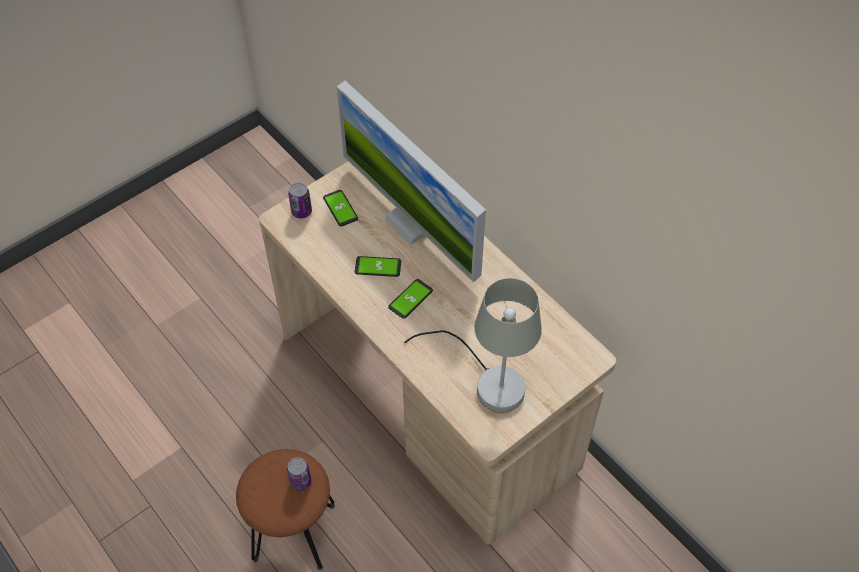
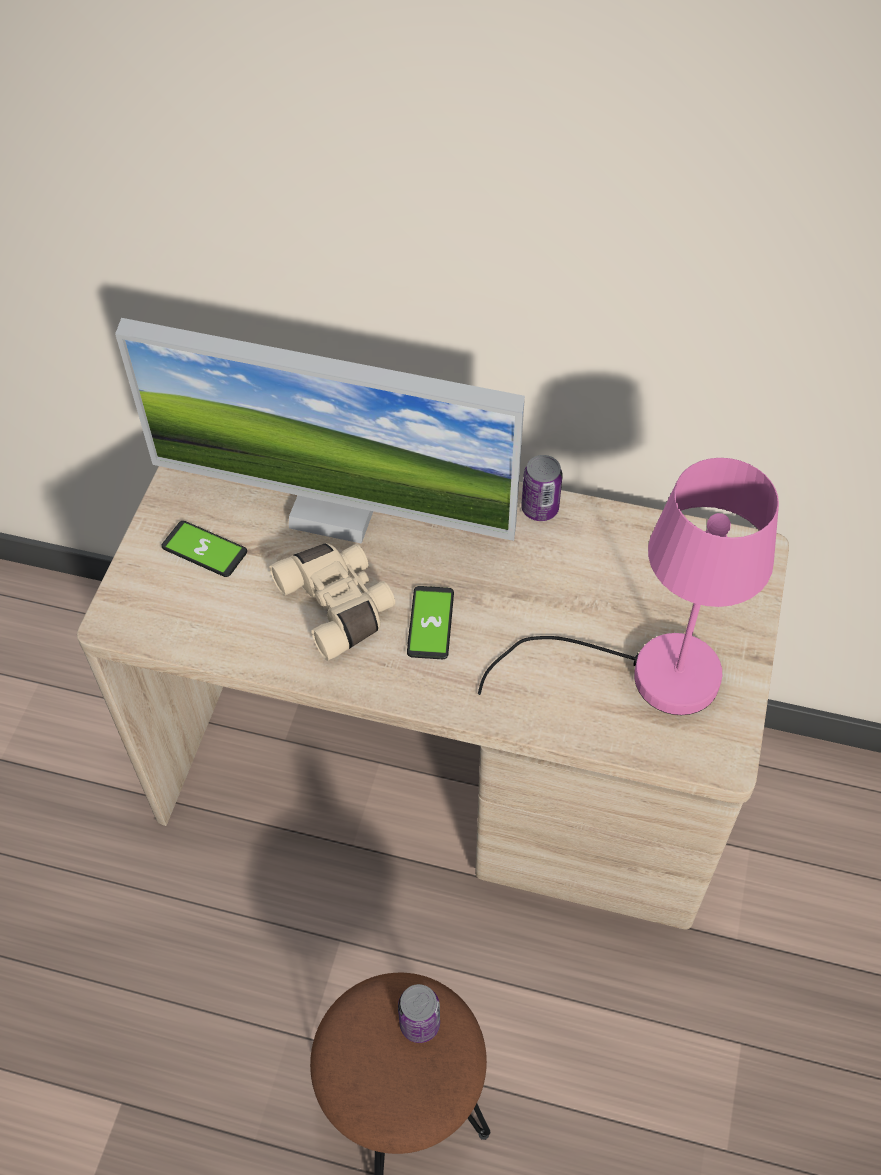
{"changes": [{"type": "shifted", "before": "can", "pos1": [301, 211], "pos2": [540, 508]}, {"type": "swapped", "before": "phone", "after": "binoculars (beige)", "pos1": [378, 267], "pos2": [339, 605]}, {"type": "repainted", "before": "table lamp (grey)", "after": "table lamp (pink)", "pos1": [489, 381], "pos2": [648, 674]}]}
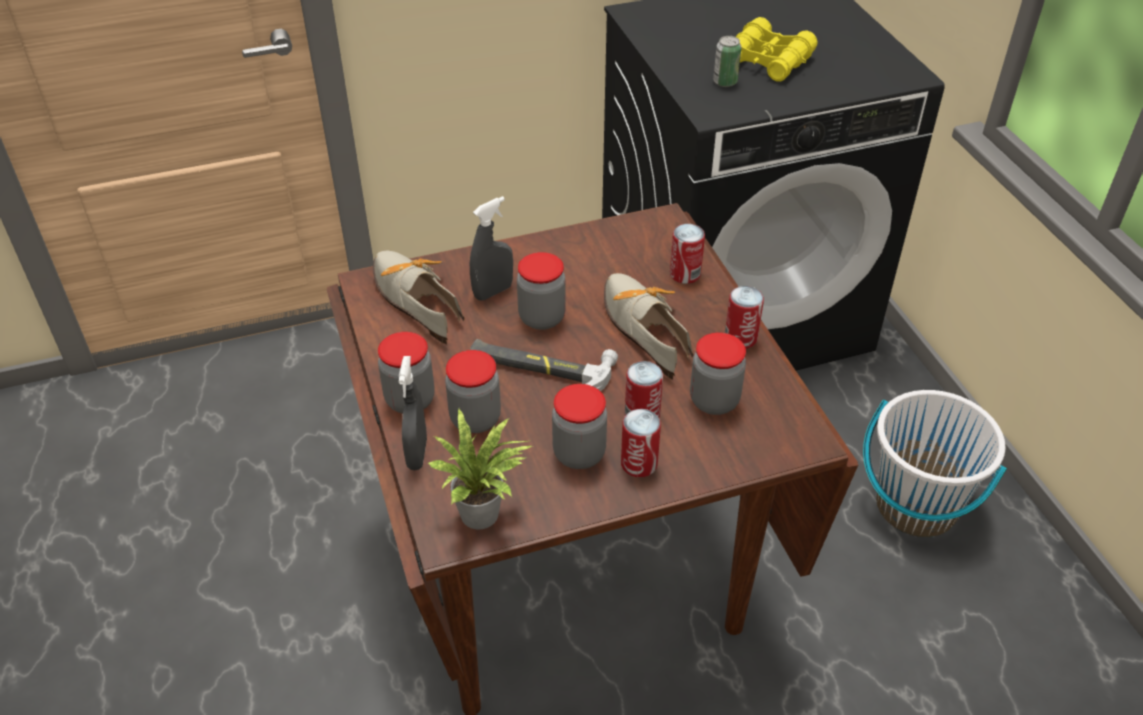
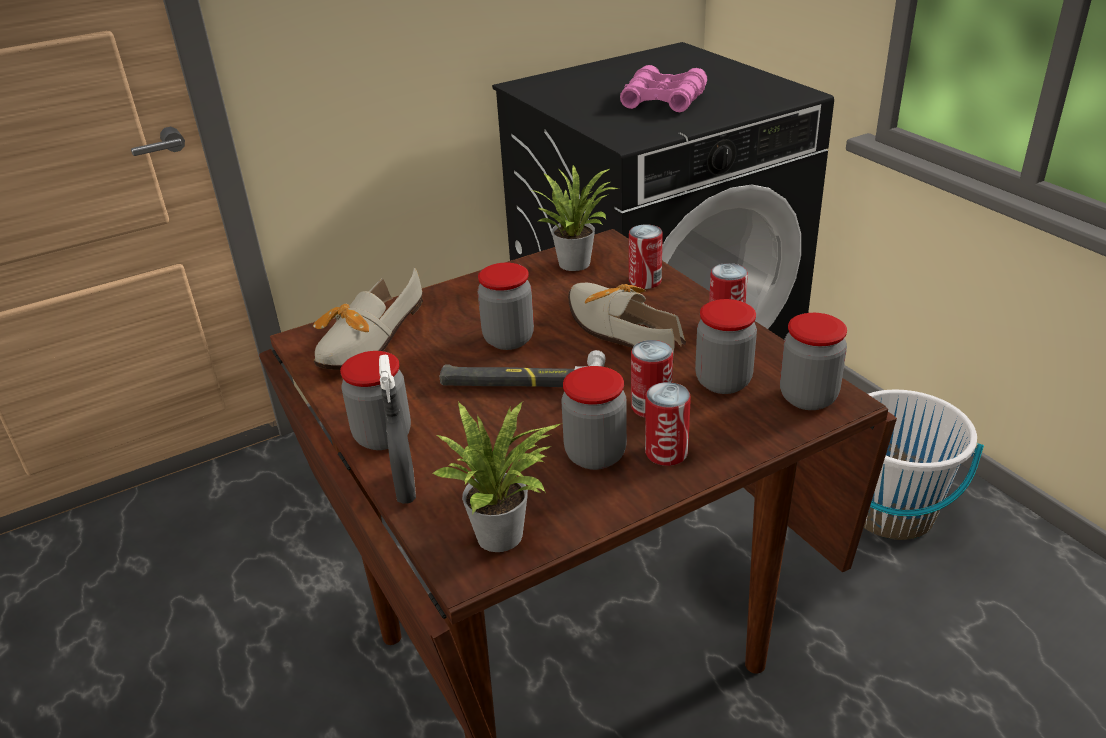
{"changes": [{"type": "rotated", "before": "shoe", "pos1": [415, 298], "pos2": [363, 344], "turn": -105}, {"type": "shifted", "before": "jar", "pos1": [475, 419], "pos2": [808, 397]}, {"type": "gone", "before": "spray bottle (grey)", "pos1": [493, 292]}, {"type": "gone", "before": "can", "pos1": [725, 82]}, {"type": "repainted", "before": "binoculars (yellow)", "after": "binoculars (pink)", "pos1": [767, 61], "pos2": [663, 100]}, {"type": "new", "after": "potted plant", "pos2": [576, 261]}]}
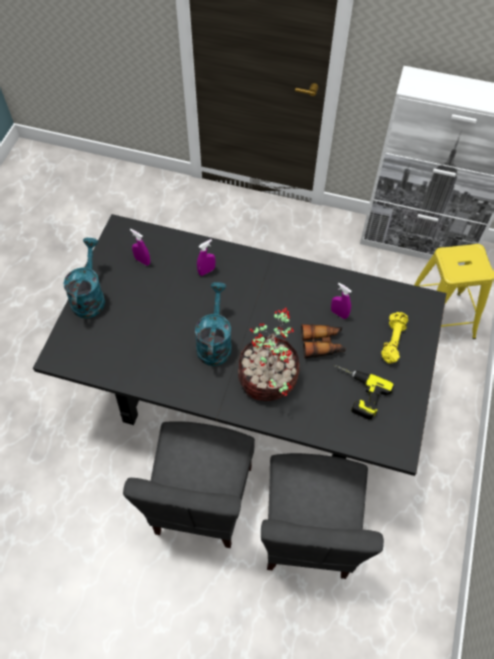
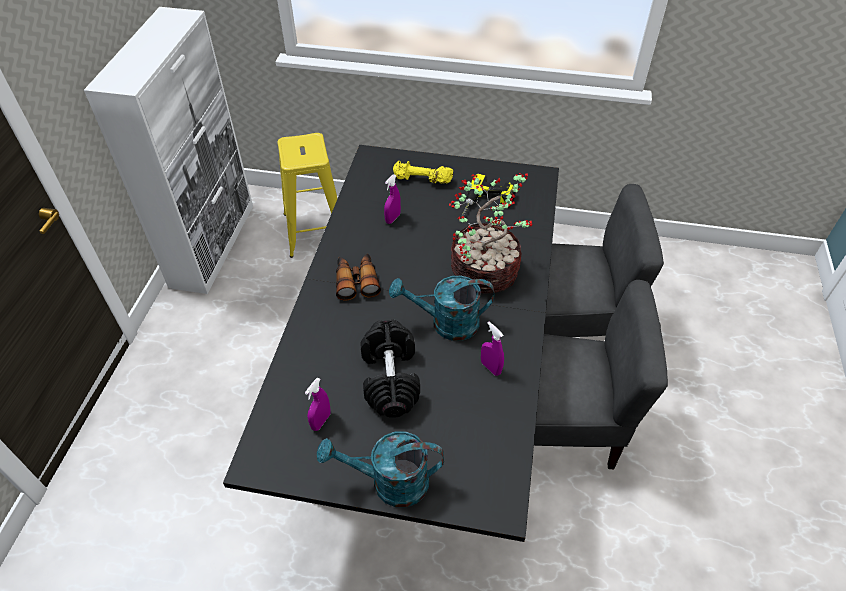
{"changes": [{"type": "shifted", "before": "spray bottle (purple)", "pos1": [206, 271], "pos2": [490, 367]}, {"type": "shifted", "before": "binoculars", "pos1": [322, 344], "pos2": [356, 281]}, {"type": "new", "after": "dumbbell (black)", "pos2": [390, 378]}]}
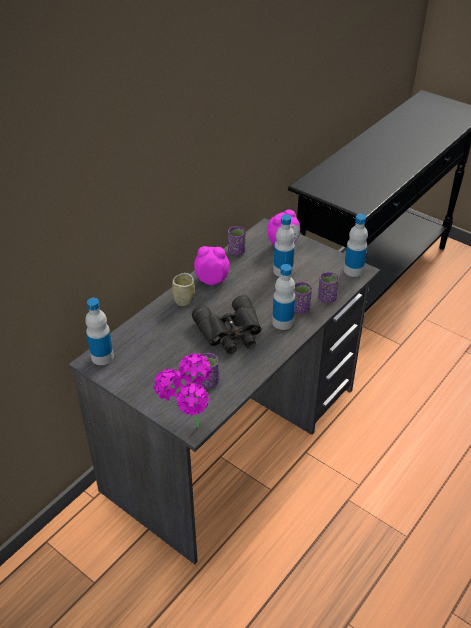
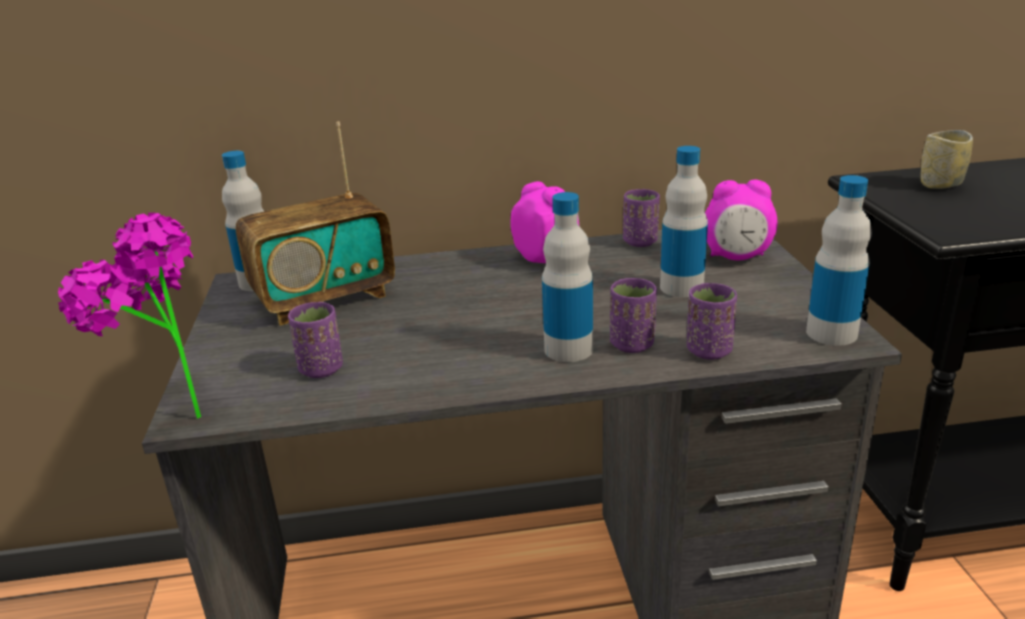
{"changes": [{"type": "shifted", "before": "cup", "pos1": [184, 300], "pos2": [940, 184]}, {"type": "gone", "before": "binoculars (black)", "pos1": [231, 332]}, {"type": "new", "after": "radio", "pos2": [324, 299]}]}
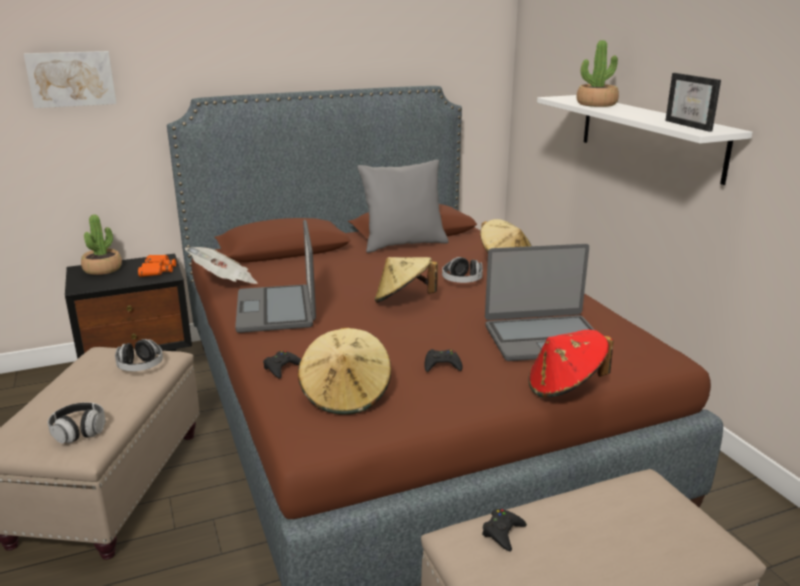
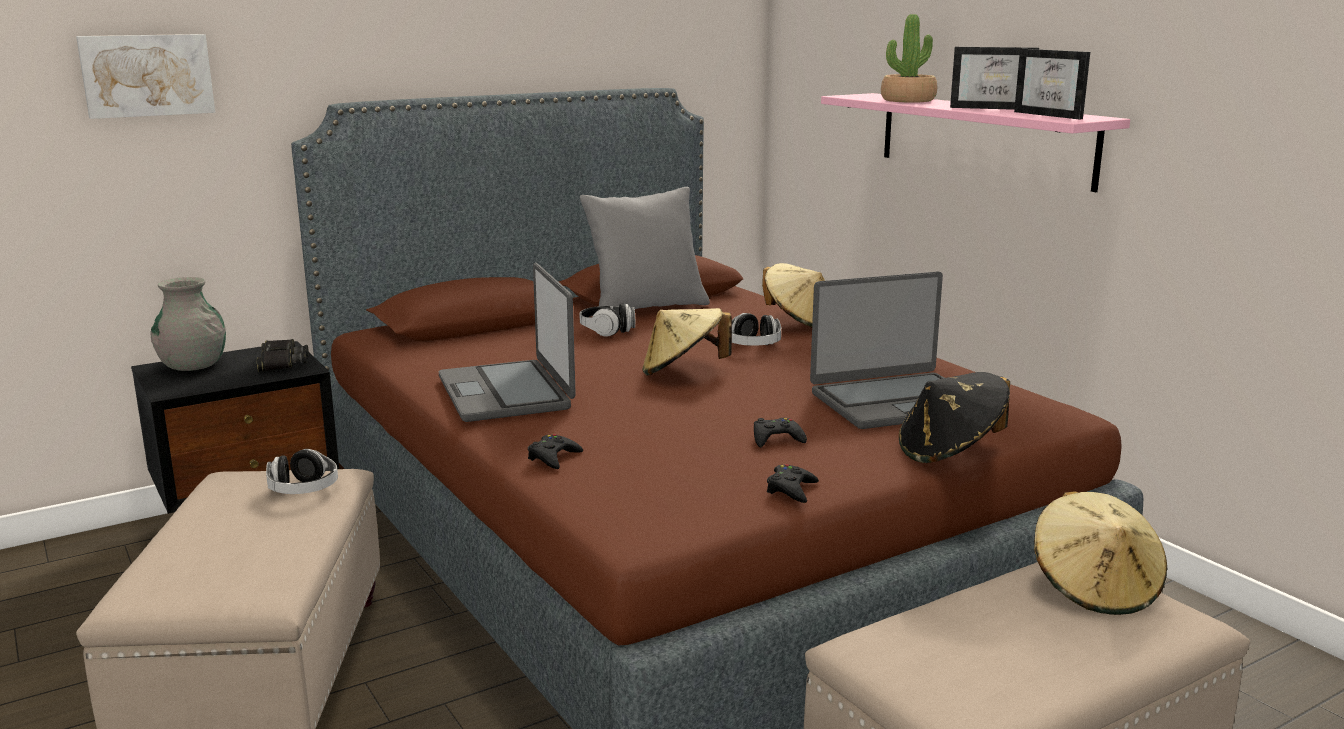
{"changes": [{"type": "shifted", "before": "headphones", "pos1": [79, 431], "pos2": [607, 331]}, {"type": "swapped", "before": "potted plant", "after": "vase (grey)", "pos1": [102, 269], "pos2": [193, 366]}, {"type": "repainted", "before": "binoculars (orange)", "after": "binoculars (black)", "pos1": [157, 270], "pos2": [281, 362]}, {"type": "gone", "before": "newspaper", "pos1": [224, 282]}, {"type": "shifted", "before": "hat (beige)", "pos1": [346, 395], "pos2": [1095, 588]}, {"type": "shifted", "before": "game controller (black)", "pos1": [502, 532], "pos2": [791, 489]}, {"type": "repainted", "before": "hat (red)", "after": "hat (black)", "pos1": [565, 387], "pos2": [950, 451]}, {"type": "repainted", "before": "shelf (white)", "after": "shelf (pink)", "pos1": [649, 135], "pos2": [983, 138]}, {"type": "new", "after": "picture frame", "pos2": [993, 108]}]}
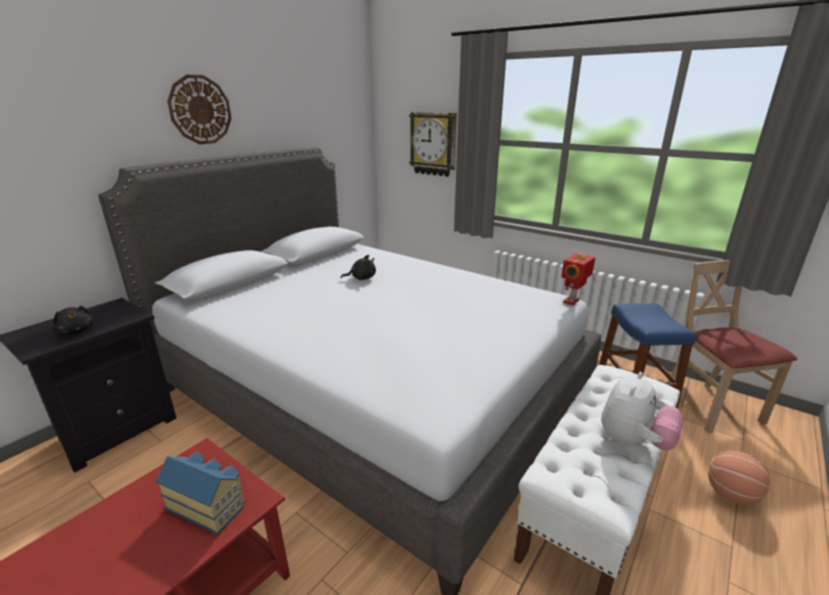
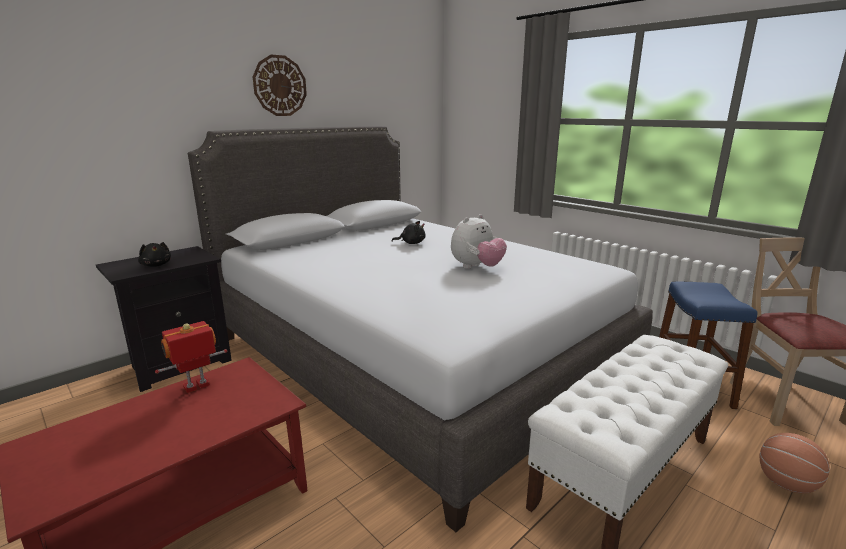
{"changes": [{"type": "gone", "before": "toy house", "pos1": [207, 504]}, {"type": "gone", "before": "wall clock", "pos1": [433, 144]}, {"type": "shifted", "before": "toy robot", "pos1": [572, 301], "pos2": [197, 386]}, {"type": "shifted", "before": "plush toy", "pos1": [633, 442], "pos2": [476, 267]}]}
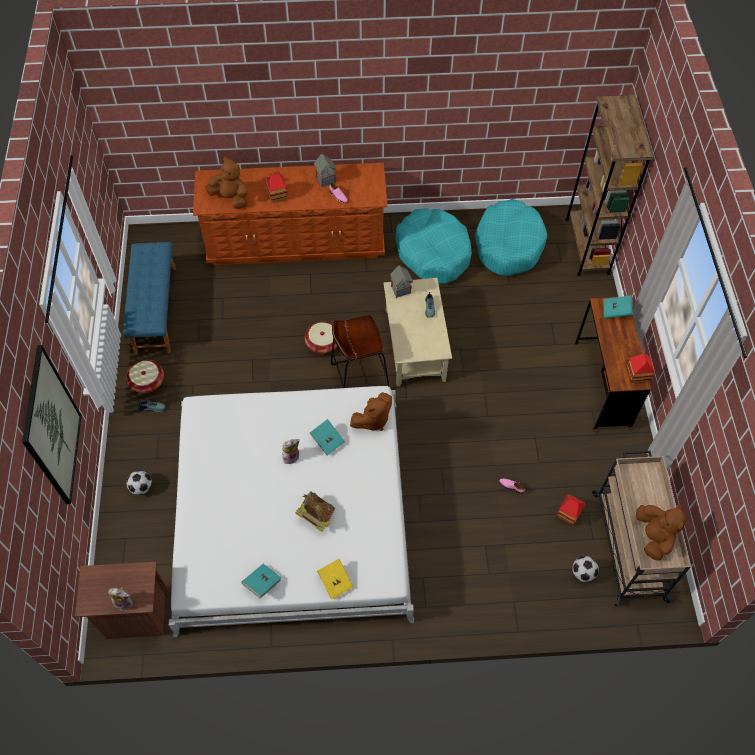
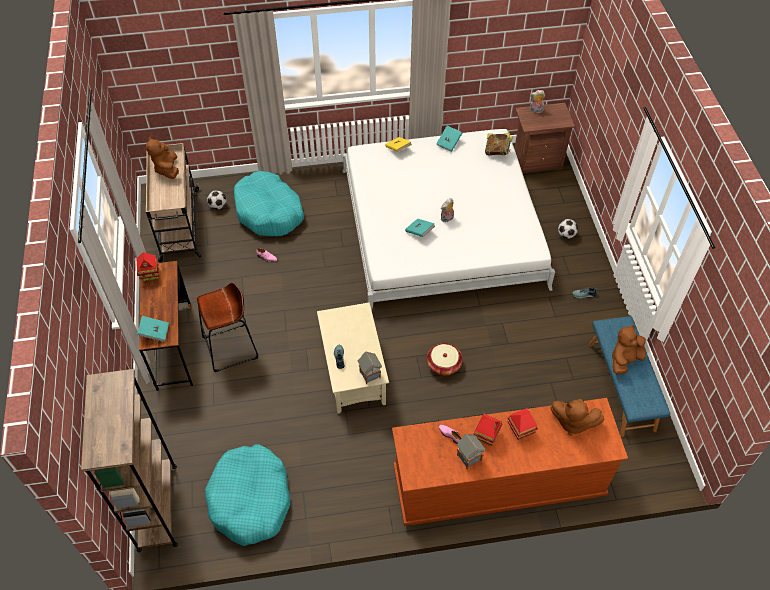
{"changes": [{"type": "gone", "before": "picture", "pos1": [52, 427]}, {"type": "gone", "before": "basket", "pos1": [147, 382]}, {"type": "shifted", "before": "book", "pos1": [316, 516], "pos2": [497, 152]}, {"type": "shifted", "before": "stool (brown)", "pos1": [359, 377], "pos2": [230, 347]}, {"type": "shifted", "before": "plush toy (brown)", "pos1": [373, 420], "pos2": [624, 360]}, {"type": "shifted", "before": "dog bed (turquoise)", "pos1": [433, 252], "pos2": [269, 212]}, {"type": "shifted", "before": "toy house", "pos1": [568, 514], "pos2": [486, 435]}]}
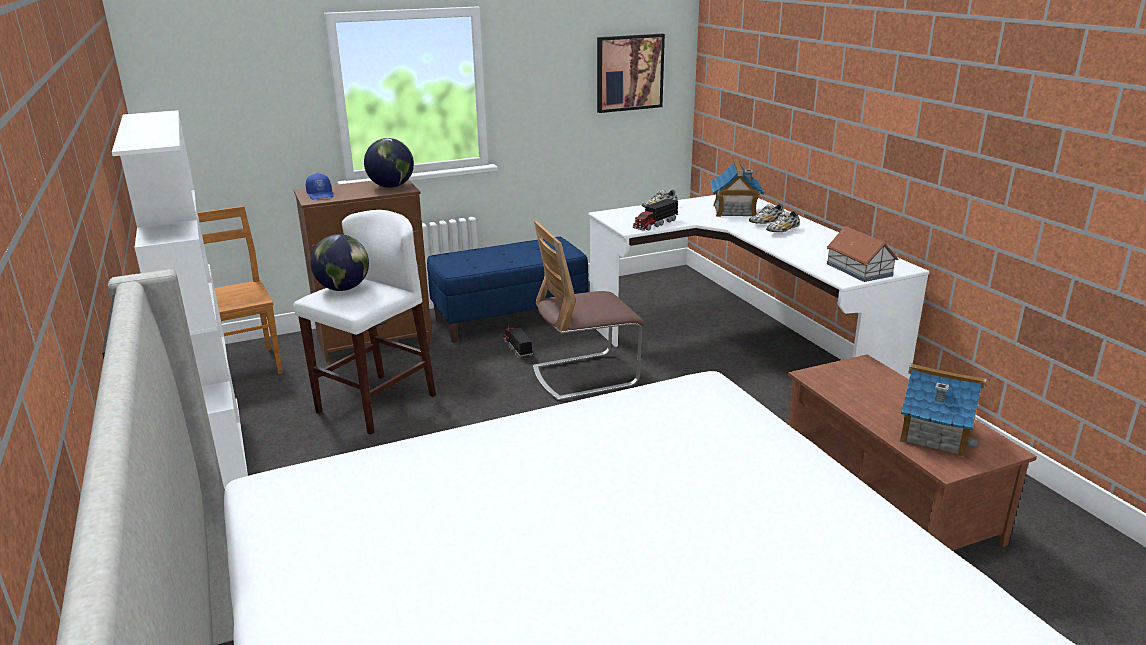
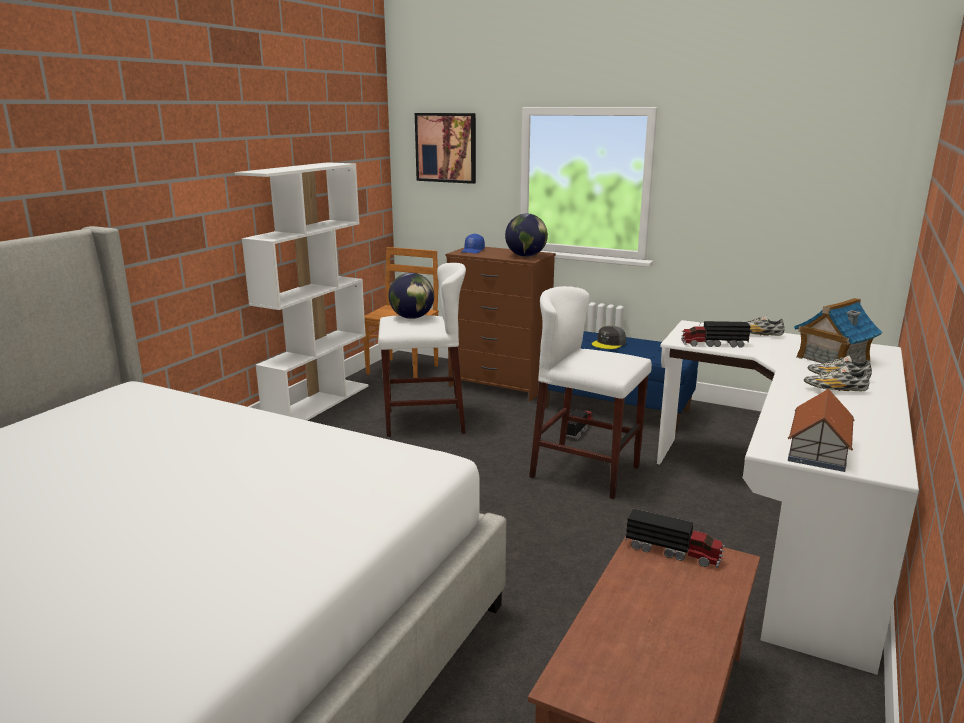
{"changes": [{"type": "swapped", "before": "chair", "after": "stool (white)", "pos1": [585, 376], "pos2": [585, 472]}, {"type": "shifted", "before": "picture", "pos1": [629, 72], "pos2": [446, 147]}, {"type": "gone", "before": "toy house", "pos1": [934, 434]}, {"type": "new", "after": "cap (grey)", "pos2": [609, 343]}, {"type": "new", "after": "toy truck", "pos2": [674, 552]}]}
